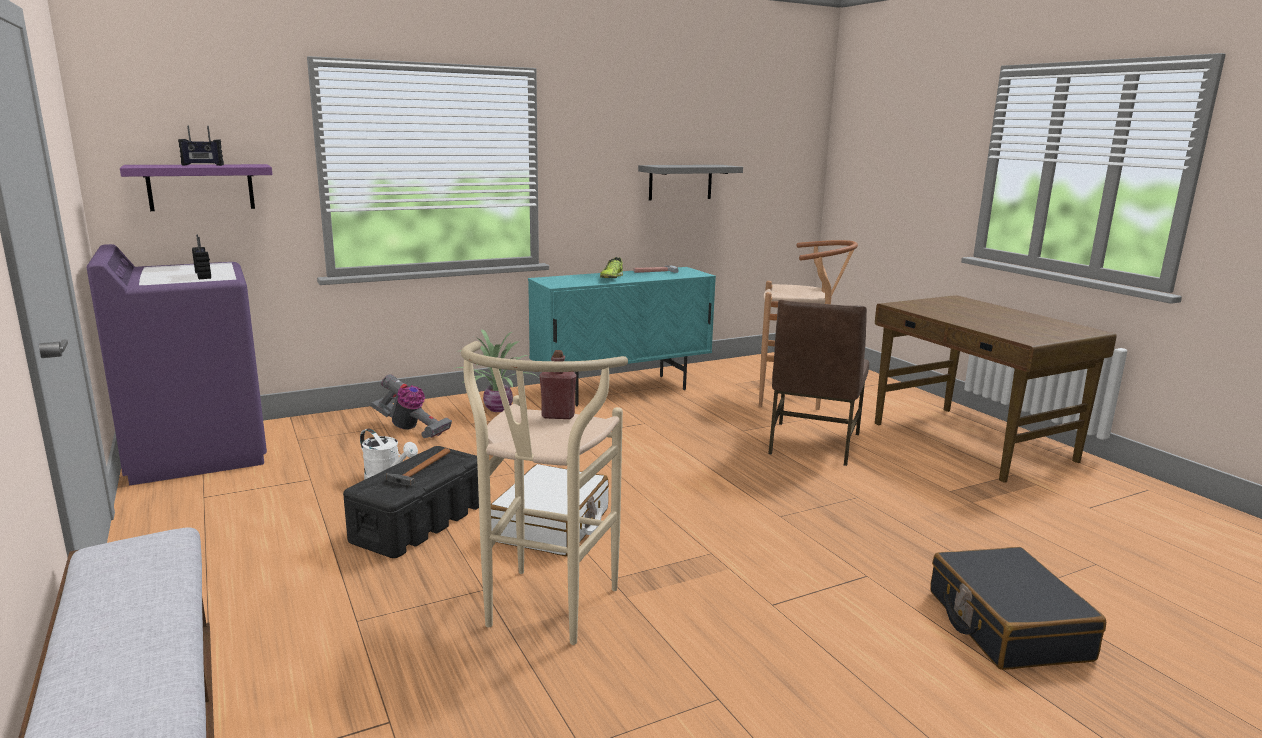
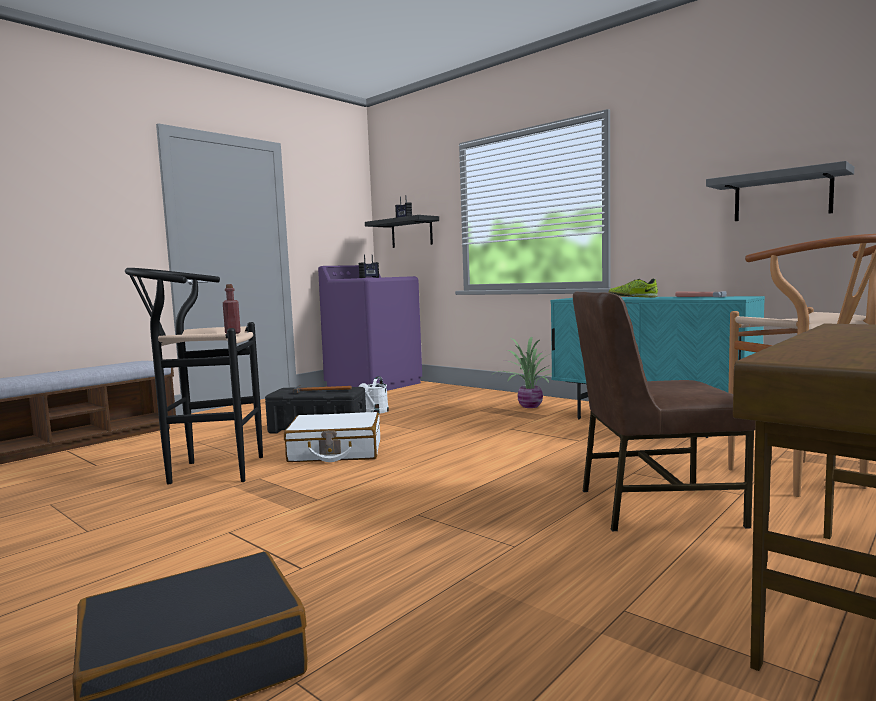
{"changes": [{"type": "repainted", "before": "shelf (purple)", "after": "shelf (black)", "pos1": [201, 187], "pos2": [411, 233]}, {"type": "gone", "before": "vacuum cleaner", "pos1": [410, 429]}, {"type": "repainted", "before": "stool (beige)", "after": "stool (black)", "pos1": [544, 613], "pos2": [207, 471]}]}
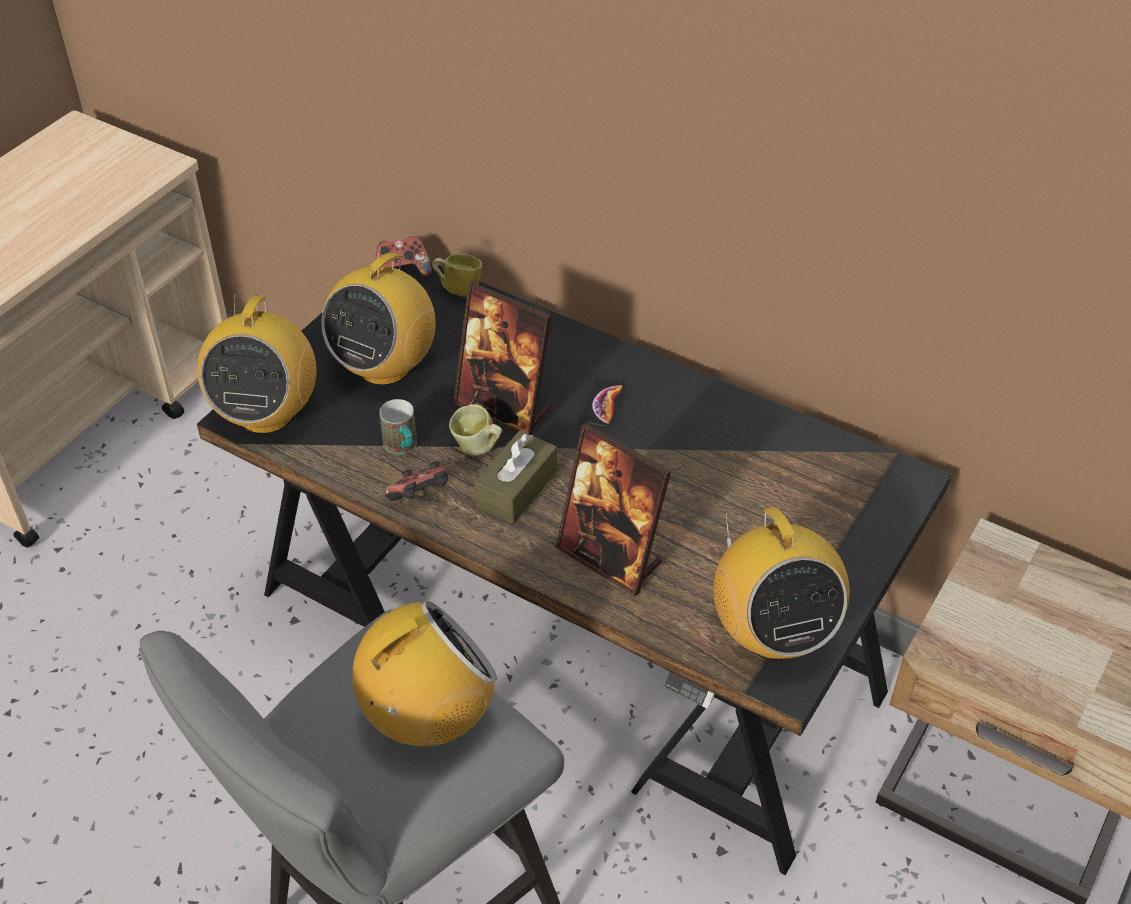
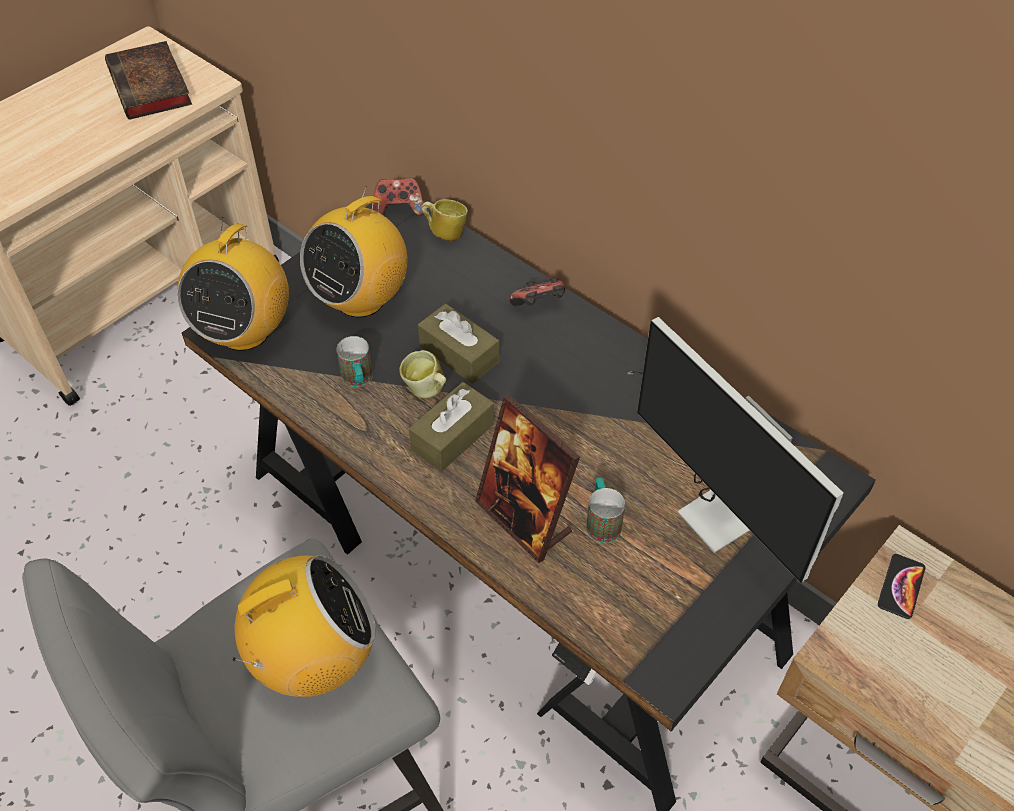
{"changes": [{"type": "shifted", "before": "game controller", "pos1": [421, 497], "pos2": [539, 306]}, {"type": "swapped", "before": "picture frame", "after": "tissue box (brown)", "pos1": [503, 408], "pos2": [459, 354]}, {"type": "shifted", "before": "phone", "pos1": [602, 404], "pos2": [901, 586]}, {"type": "gone", "before": "radio", "pos1": [772, 633]}, {"type": "new", "after": "book", "pos2": [151, 87]}, {"type": "new", "after": "mug", "pos2": [602, 521]}, {"type": "new", "after": "monitor", "pos2": [712, 495]}]}
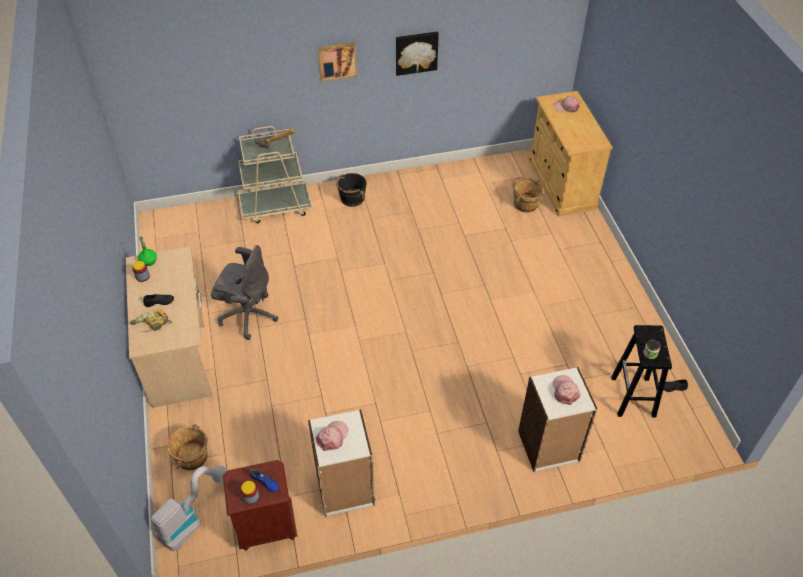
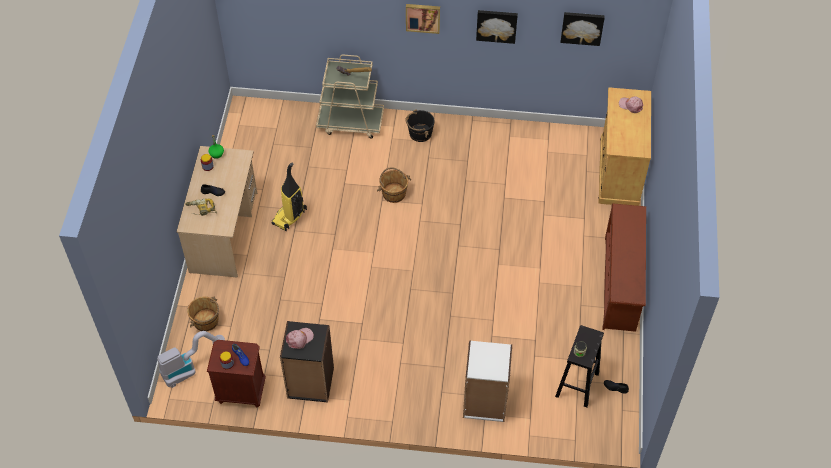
{"changes": [{"type": "swapped", "before": "office chair (grey)", "after": "vacuum cleaner", "pos1": [248, 315], "pos2": [289, 217]}, {"type": "repainted", "before": "bookcase (white)", "after": "bookcase (black)", "pos1": [345, 489], "pos2": [310, 383]}, {"type": "shifted", "before": "bucket (brown)", "pos1": [525, 204], "pos2": [393, 193]}, {"type": "gone", "before": "cap (pink)", "pos1": [565, 391]}, {"type": "new", "after": "picture", "pos2": [582, 27]}, {"type": "new", "after": "shoe rack (brown)", "pos2": [621, 284]}]}
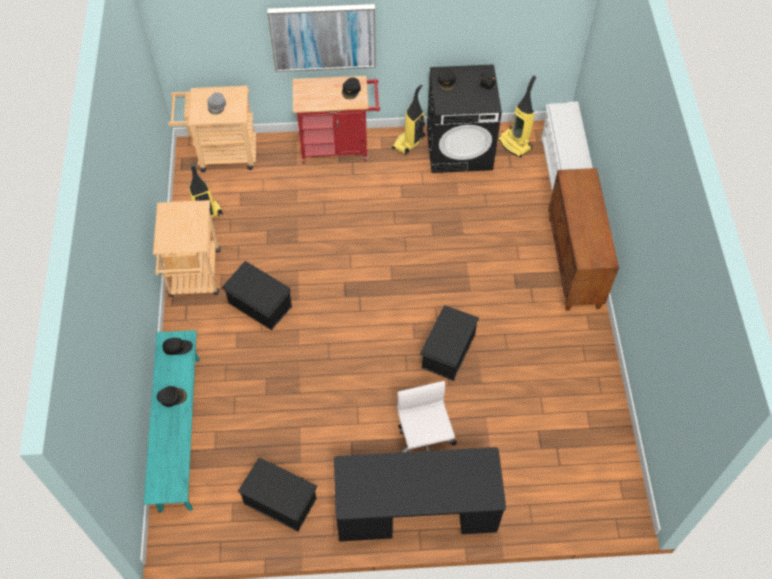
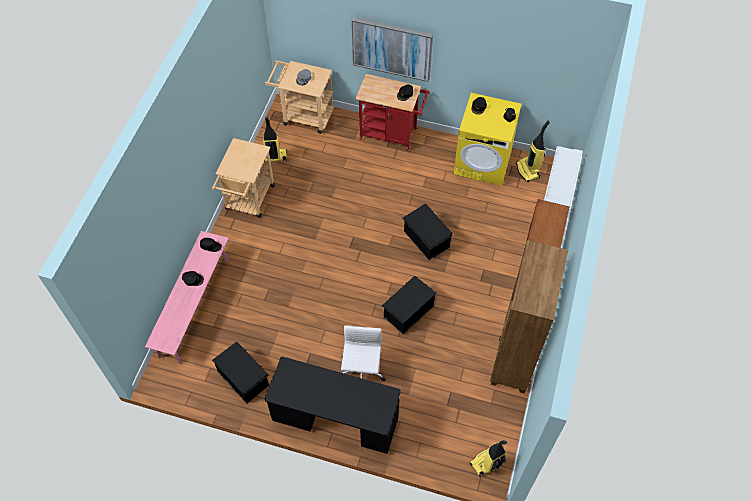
{"changes": [{"type": "repainted", "before": "bench (turquoise)", "after": "bench (pink)", "pos1": [179, 431], "pos2": [194, 306]}, {"type": "shifted", "before": "storage box (black)", "pos1": [260, 305], "pos2": [426, 239]}, {"type": "shifted", "before": "vacuum cleaner", "pos1": [409, 143], "pos2": [487, 463]}, {"type": "repainted", "before": "washing machine (black)", "after": "washing machine (yellow)", "pos1": [459, 149], "pos2": [483, 162]}, {"type": "new", "after": "bookcase (brown)", "pos2": [513, 358]}]}
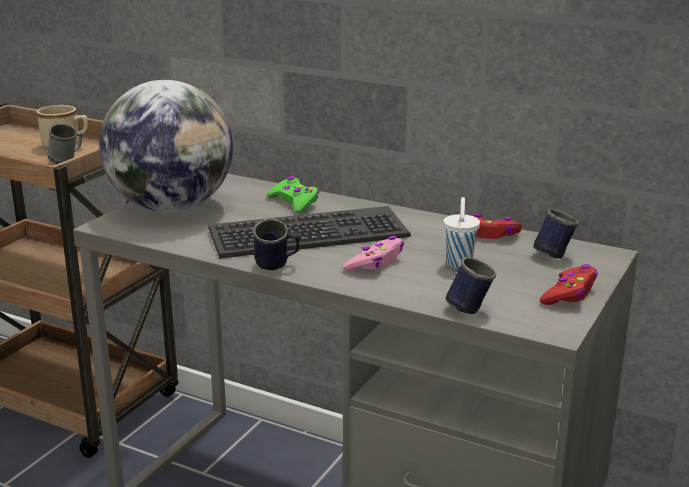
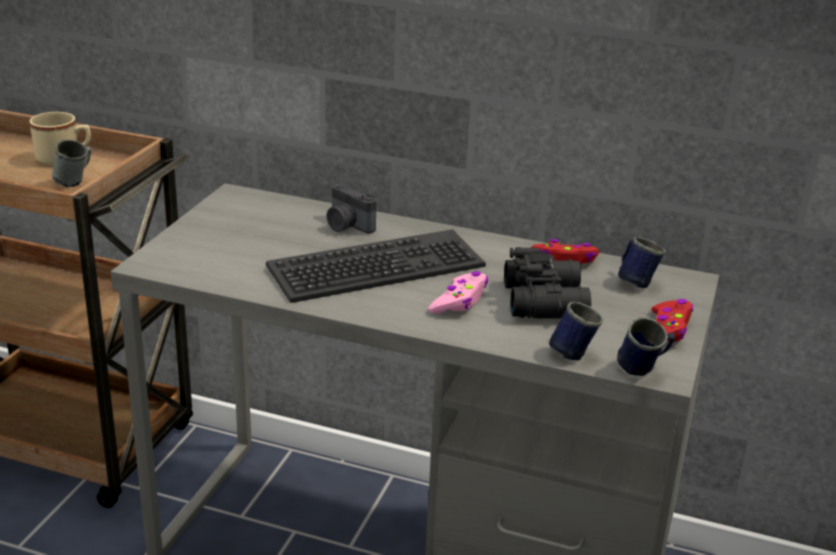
{"changes": [{"type": "gone", "before": "globe", "pos1": [171, 207]}, {"type": "shifted", "before": "mug (blue)", "pos1": [277, 267], "pos2": [644, 370]}, {"type": "swapped", "before": "game controller (green)", "after": "photo camera", "pos1": [294, 202], "pos2": [347, 226]}, {"type": "swapped", "before": "cup (white)", "after": "binoculars (black)", "pos1": [459, 265], "pos2": [546, 300]}]}
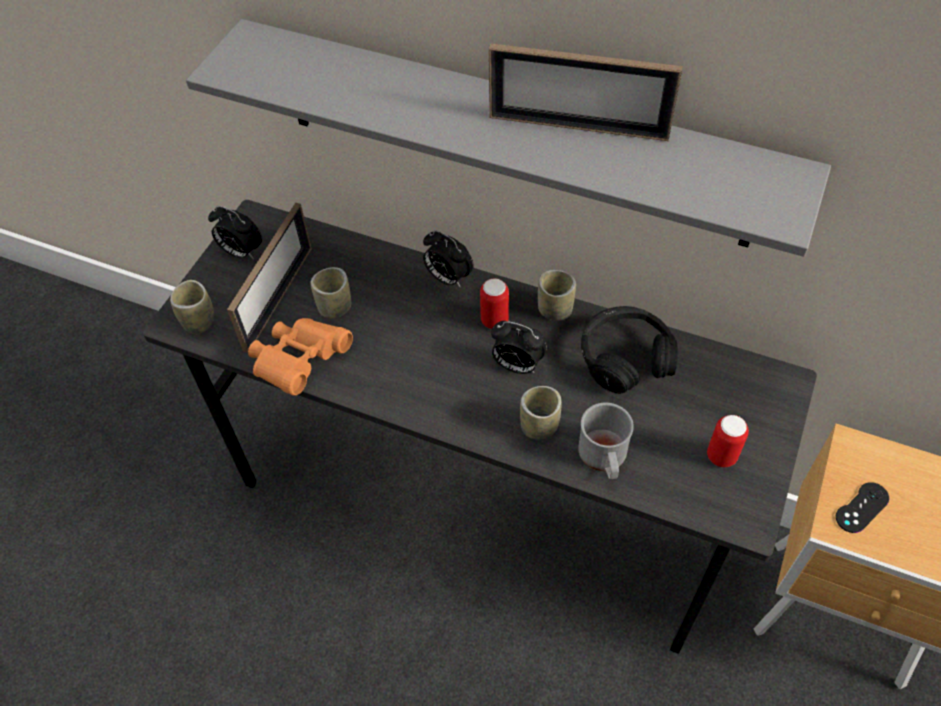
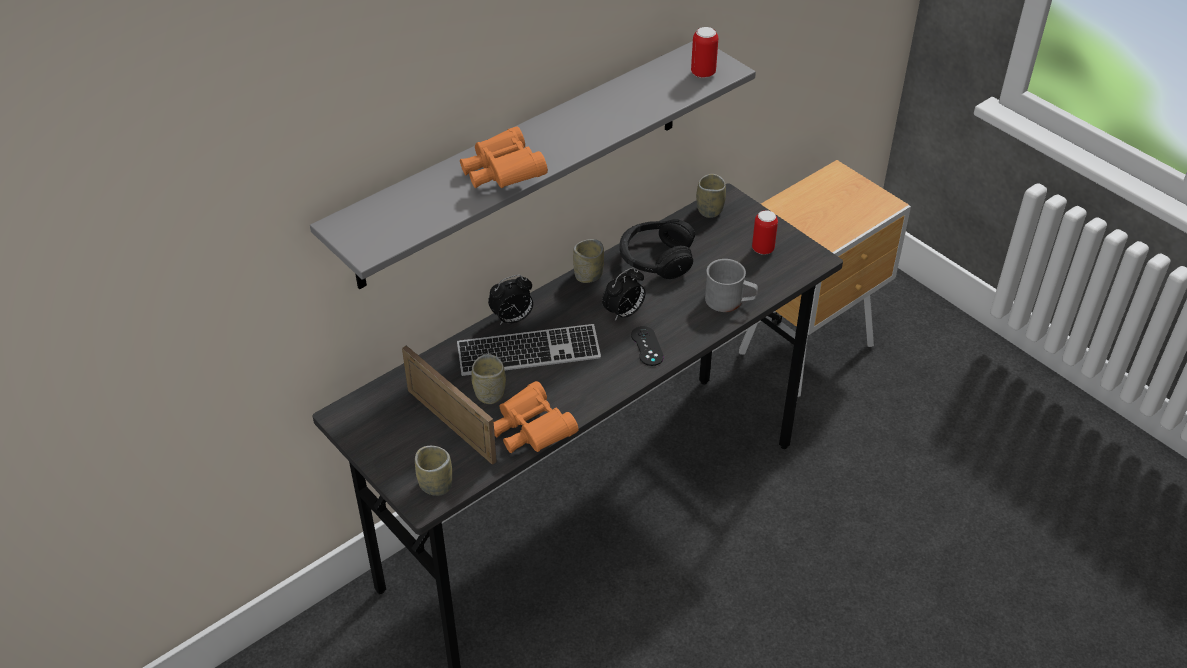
{"changes": [{"type": "gone", "before": "alarm clock", "pos1": [241, 252]}, {"type": "shifted", "before": "can", "pos1": [494, 321], "pos2": [703, 73]}, {"type": "gone", "before": "picture frame", "pos1": [578, 127]}, {"type": "shifted", "before": "cup", "pos1": [539, 426], "pos2": [709, 210]}, {"type": "shifted", "before": "game controller (black)", "pos1": [862, 507], "pos2": [647, 346]}, {"type": "new", "after": "keyboard", "pos2": [528, 353]}, {"type": "new", "after": "binoculars (orange)", "pos2": [502, 175]}]}
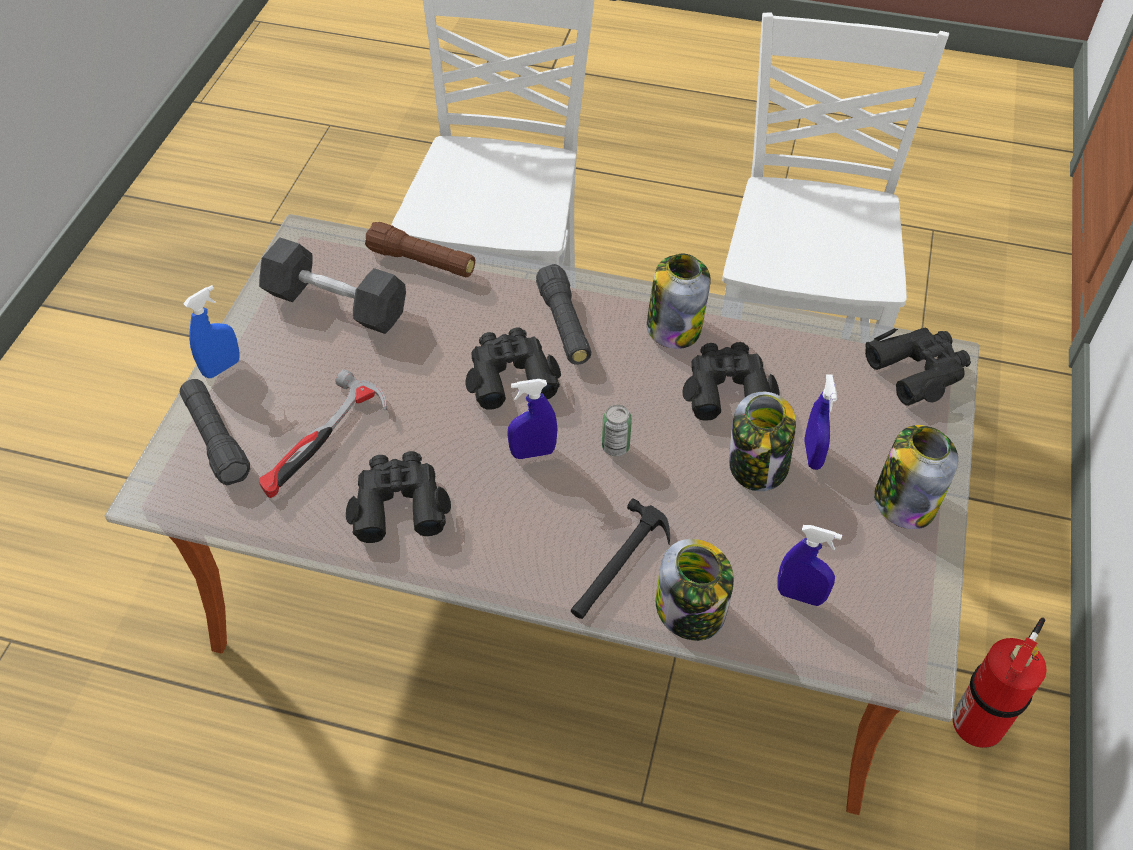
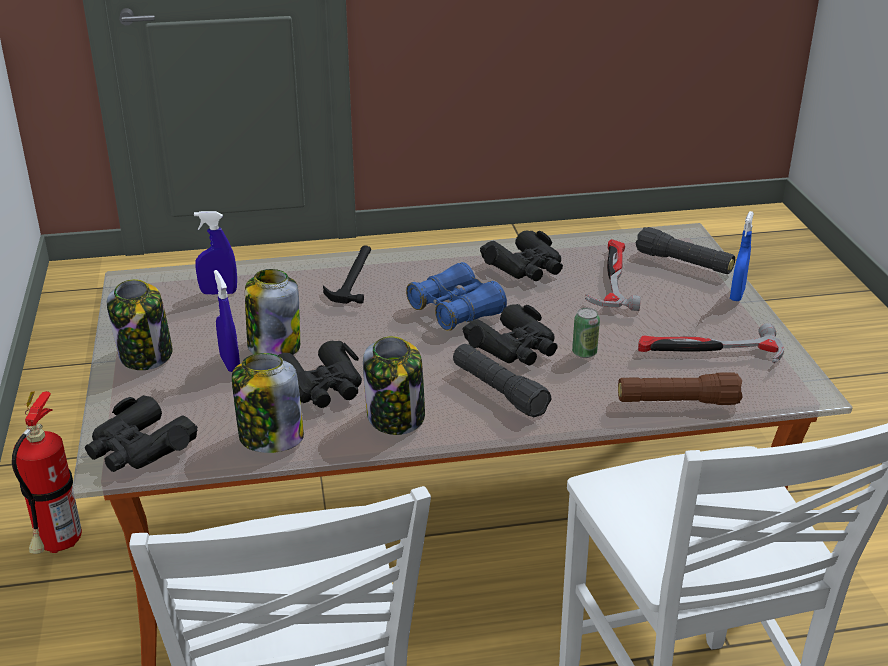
{"changes": [{"type": "swapped", "before": "dumbbell (black)", "after": "hammer", "pos1": [336, 304], "pos2": [709, 352]}, {"type": "swapped", "before": "spray bottle (blue)", "after": "binoculars (blue)", "pos1": [533, 452], "pos2": [456, 310]}, {"type": "shifted", "before": "can", "pos1": [615, 447], "pos2": [584, 353]}, {"type": "shifted", "before": "jar", "pos1": [691, 611], "pos2": [270, 437]}]}
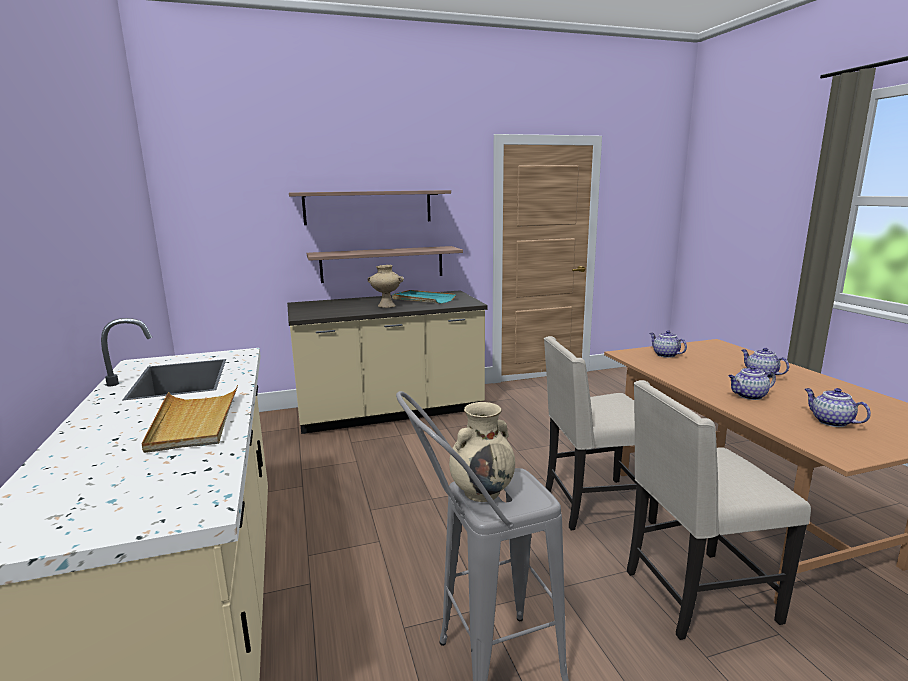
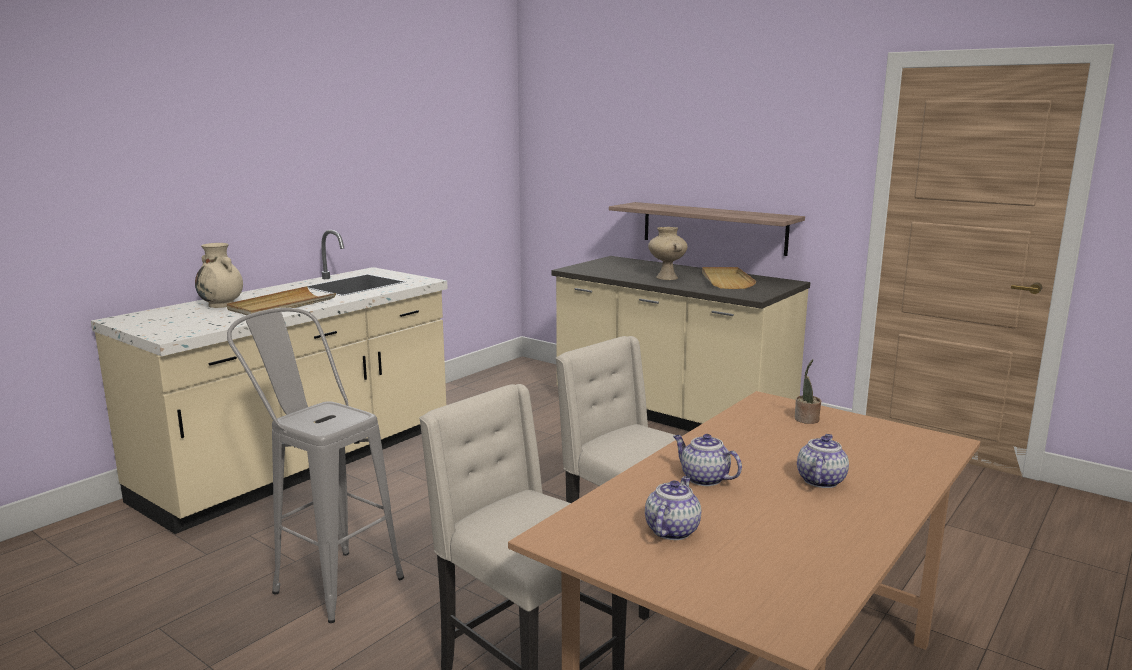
{"changes": [{"type": "gone", "before": "shelf", "pos1": [368, 207]}, {"type": "repainted", "before": "tray (turquoise)", "after": "tray (beige)", "pos1": [423, 299], "pos2": [726, 280]}, {"type": "shifted", "before": "vase (beige)", "pos1": [482, 491], "pos2": [222, 305]}, {"type": "swapped", "before": "teapot", "after": "potted plant", "pos1": [665, 355], "pos2": [806, 420]}]}
